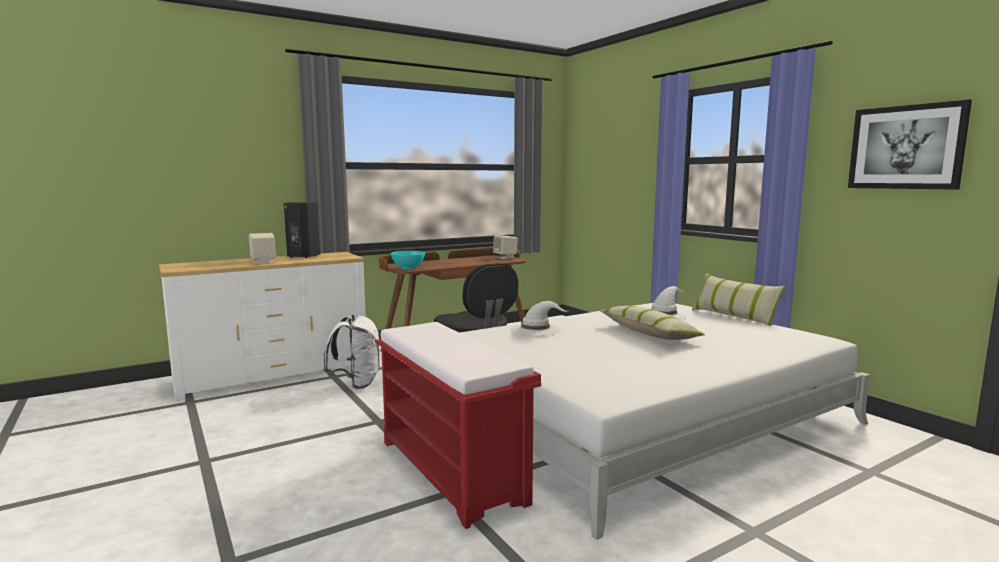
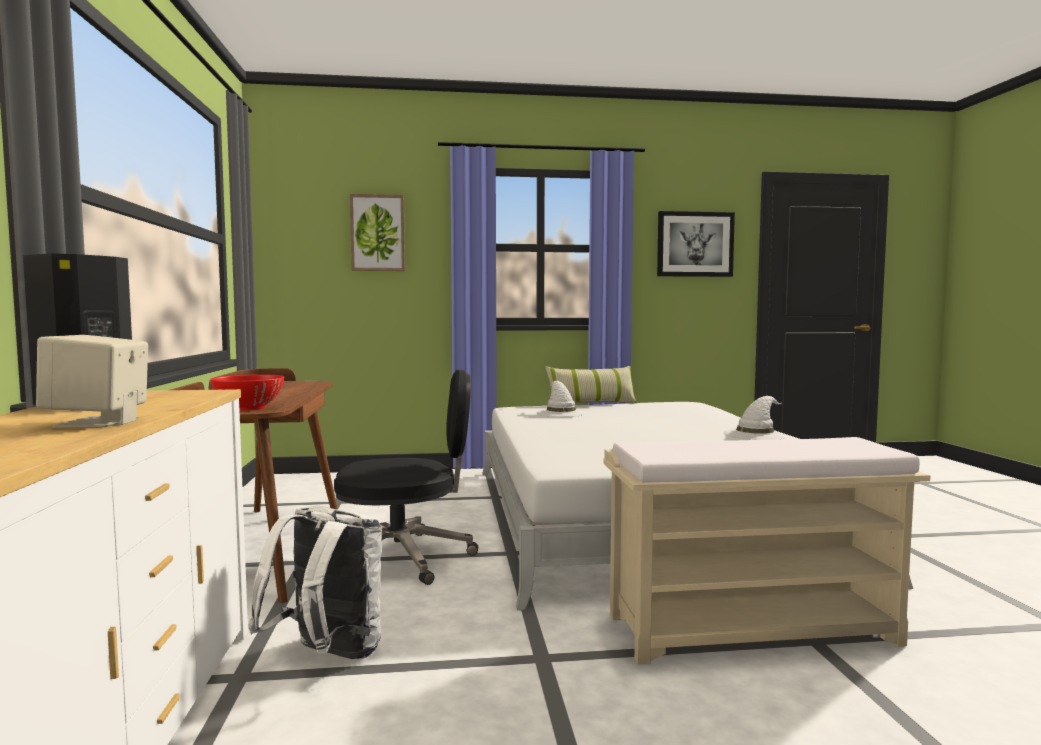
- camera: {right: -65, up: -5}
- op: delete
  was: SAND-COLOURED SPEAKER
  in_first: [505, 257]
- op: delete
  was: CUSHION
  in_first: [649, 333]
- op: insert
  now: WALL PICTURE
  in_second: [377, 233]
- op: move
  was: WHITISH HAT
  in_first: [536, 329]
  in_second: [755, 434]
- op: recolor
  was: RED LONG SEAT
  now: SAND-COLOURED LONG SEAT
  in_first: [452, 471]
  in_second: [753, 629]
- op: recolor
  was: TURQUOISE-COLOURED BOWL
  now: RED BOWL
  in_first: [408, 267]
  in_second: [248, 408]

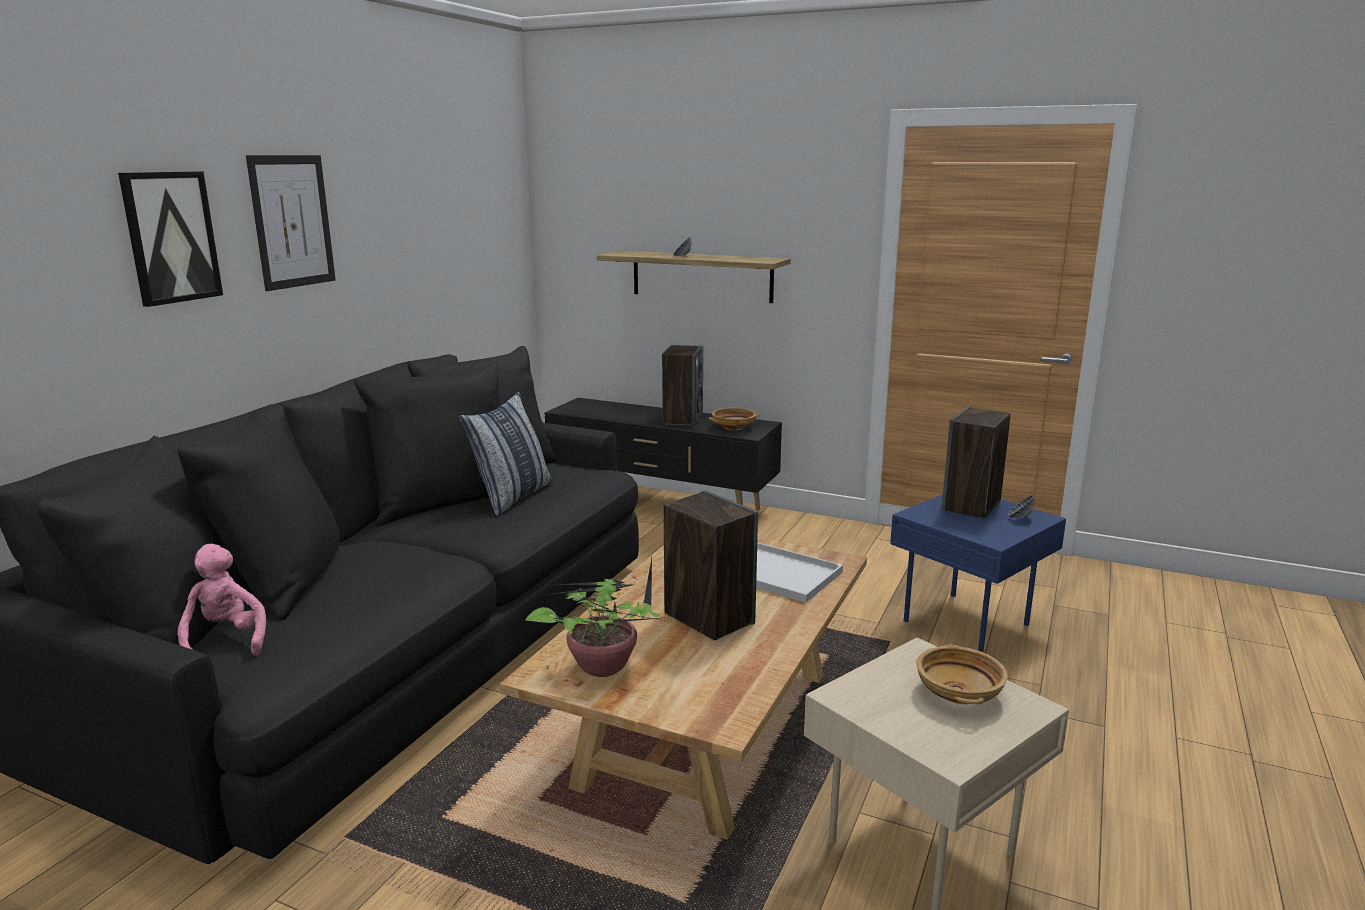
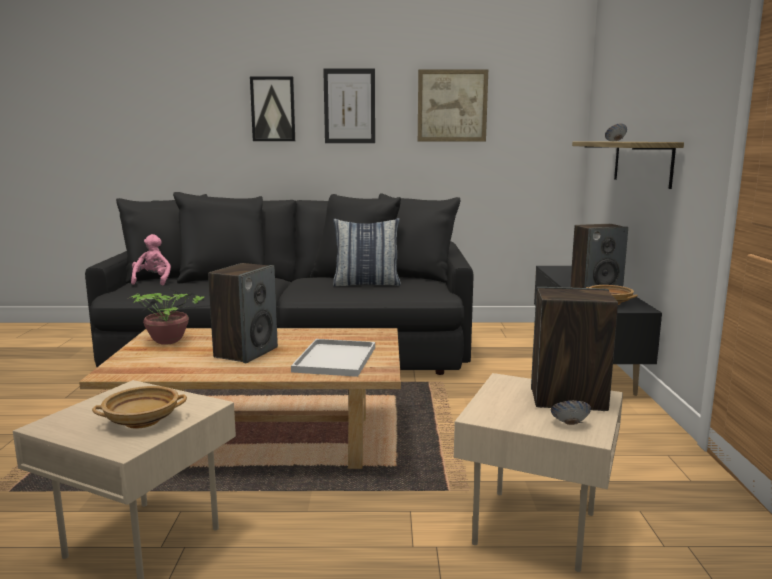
- camera: {right: 65, up: -5}
- op: insert
  now: WALL PICTURE
  in_second: [452, 106]
- op: recolor
  was: BLUE ACCENT TABLE
  now: SAND-COLOURED ACCENT TABLE
  in_first: [970, 623]
  in_second: [537, 531]
- op: rotate
  was: PINK SOFT TOY
  in_first: [222, 642]
  in_second: [152, 281]
  clockwise: -45

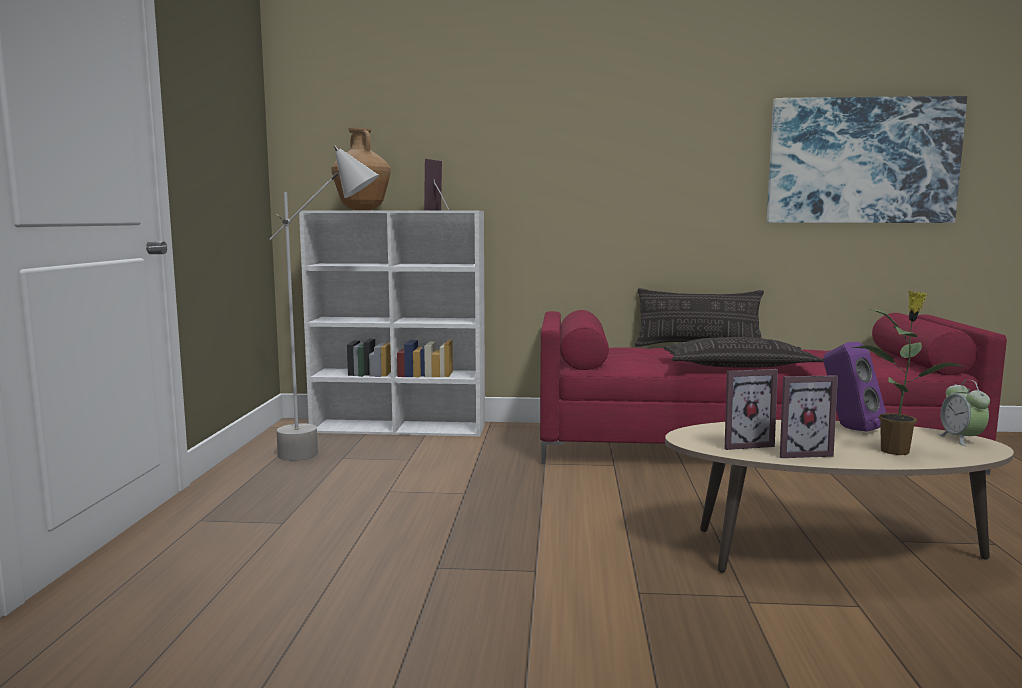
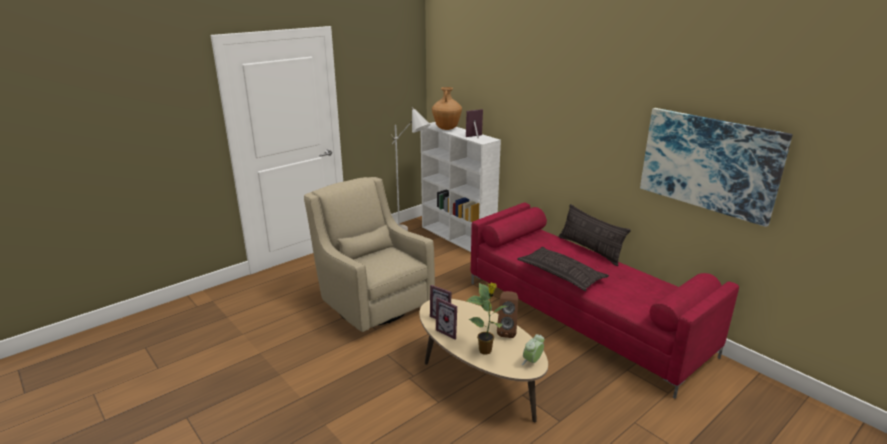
- camera: {right: 45, up: 15}
- op: insert
  now: SAND-COLOURED ARMCHAIR
  in_second: [372, 303]
- op: recolor
  was: PURPLE-COLOURED SPEAKER
  now: BROWN-COLOURED SPEAKER
  in_first: [848, 428]
  in_second: [507, 331]

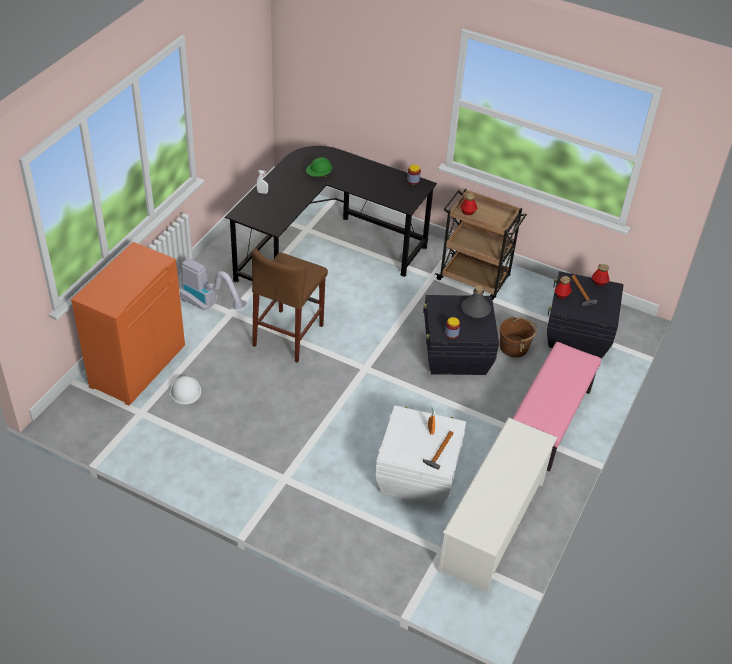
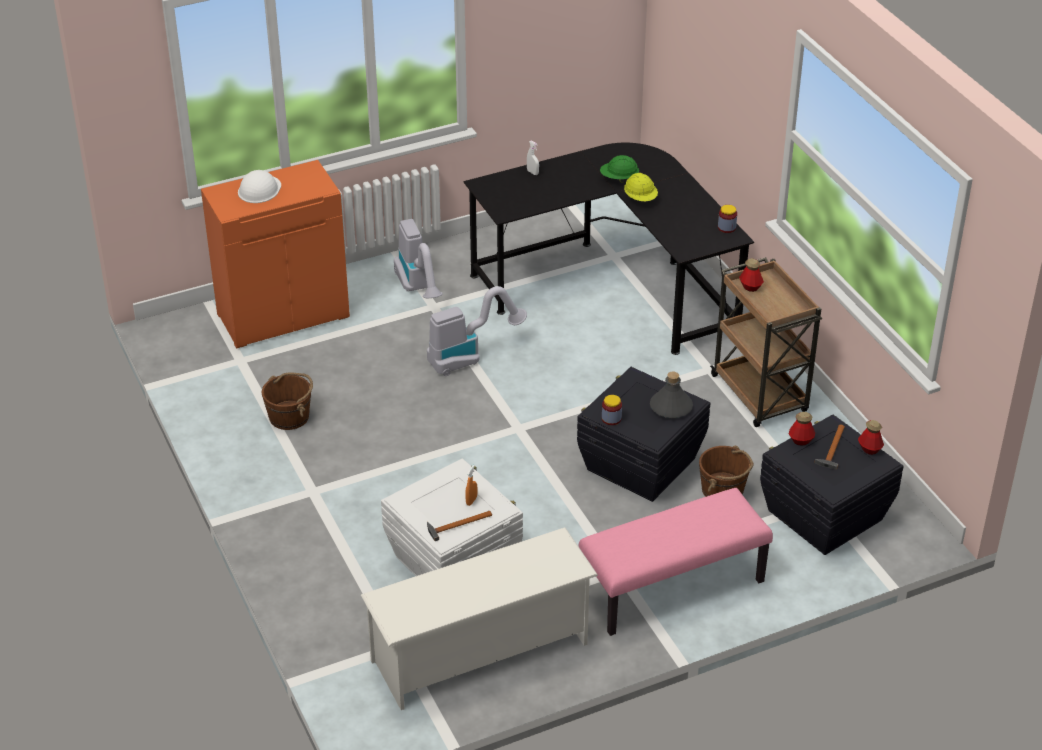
- camera: {right: 40, up: -5}
- op: insert
  now: BROWN-COLOURED WATER BUCKET
  in_second: [290, 416]
- op: insert
  now: YELLOWISH WORK HELMET
  in_second: [640, 199]
- op: move
  was: WHITISH WORK HELMET
  in_first: [185, 390]
  in_second: [259, 189]
- op: replace
  was: BROWN-COLOURED SITTING STOOL
  now: VACUUM CLEANER
  in_first: [288, 335]
  in_second: [470, 356]

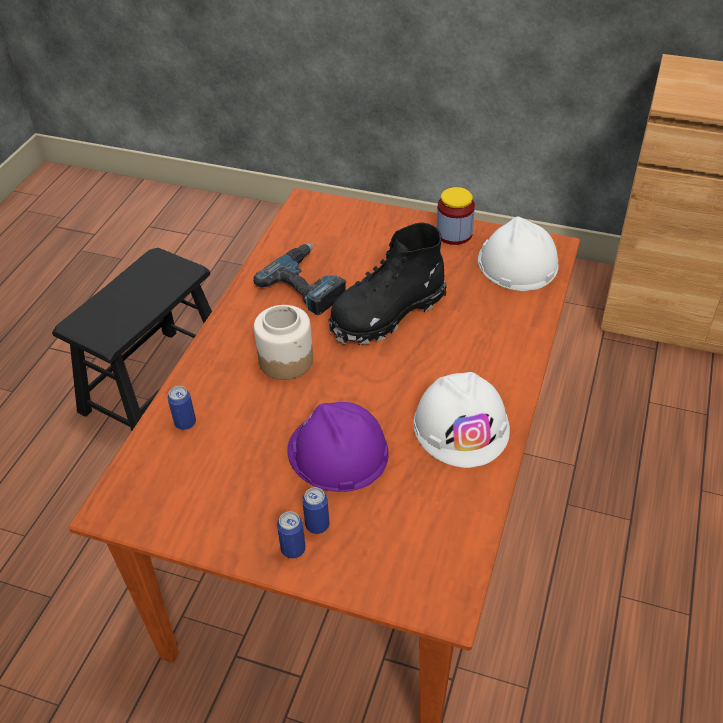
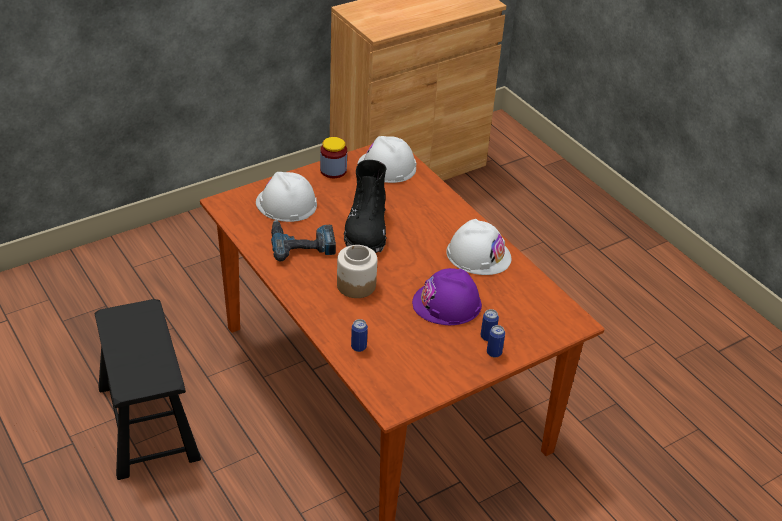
- camera: {right: -55, up: -5}
- op: insert
  now: WHITISH WORK HELMET
  in_second: [286, 203]

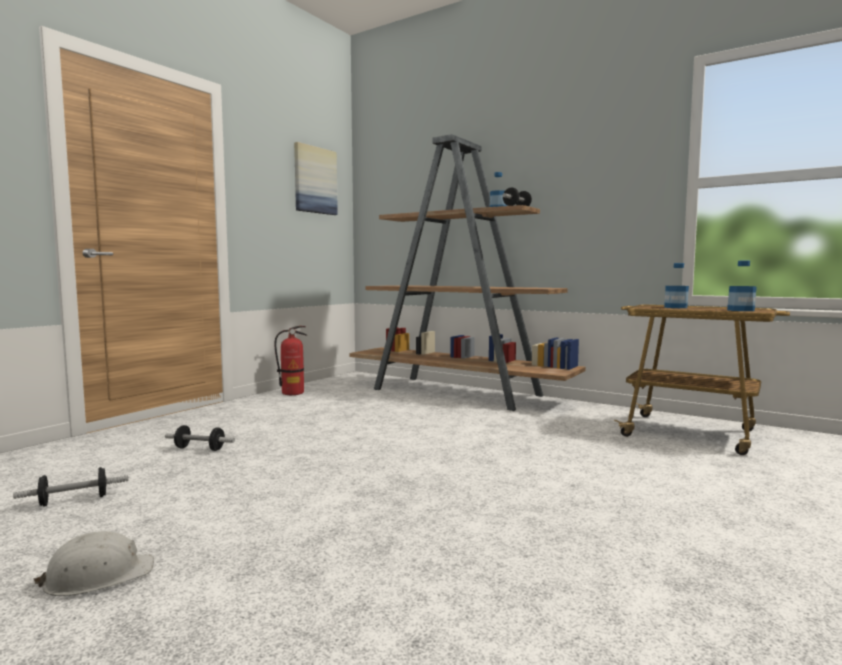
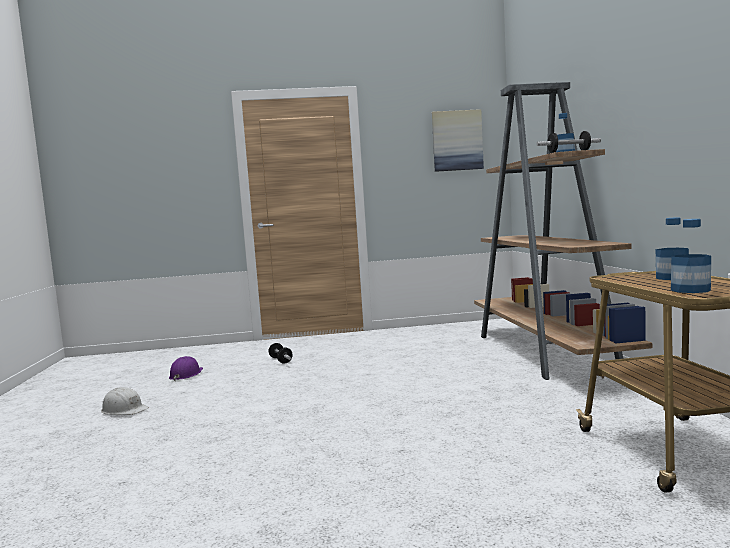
- camera: {right: 50, up: 0}
- op: delete
  was: EXTINGUISHER
  in_first: [293, 393]
- op: replace
  was: DUMBBELL
  now: PURPLE-COLOURED WORK HELMET
  in_first: [74, 500]
  in_second: [186, 374]

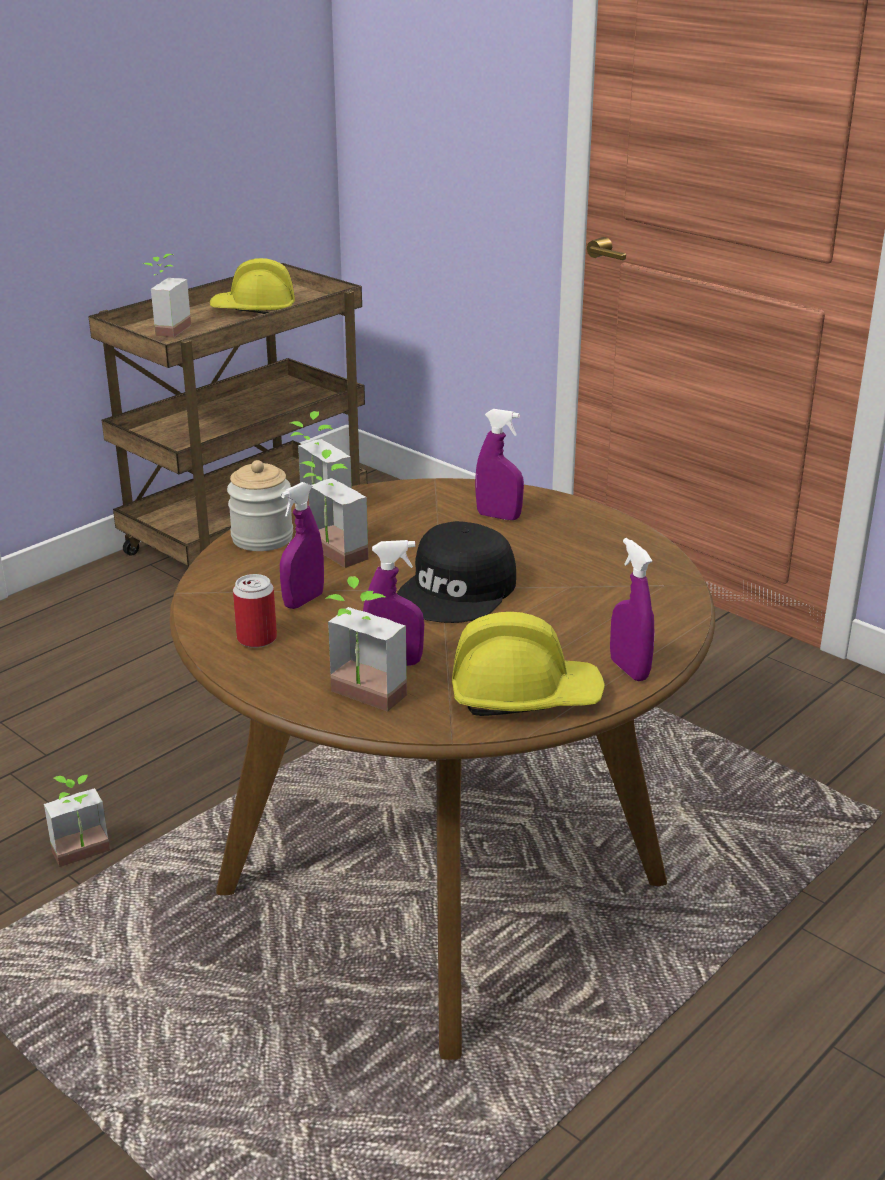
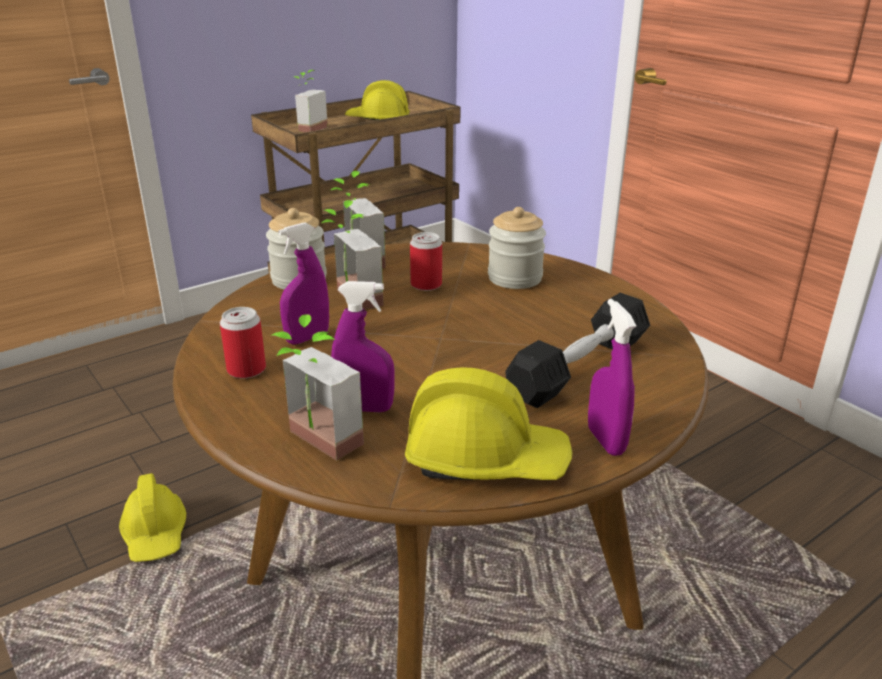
- camera: {right: 10, up: 0}
- op: delete
  was: BLACKISH CAP
  in_first: [459, 590]
- op: insert
  now: CAN
  in_second: [426, 285]
- op: insert
  now: BLACKISH DUMBBELL
  in_second: [578, 368]
- op: replace
  was: POTTED PLANT
  now: YELLOWISH WORK HELMET
  in_first: [84, 857]
  in_second: [155, 533]
- op: replace
  was: PURPLE-COLOURED SPRAY BOTTLE
  now: PRESERVE JAR
  in_first: [498, 516]
  in_second: [515, 278]

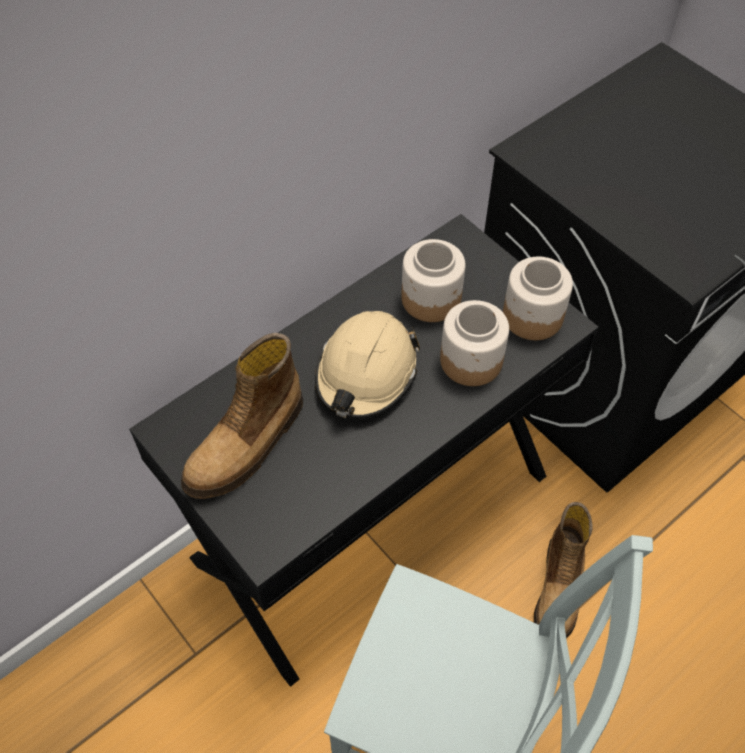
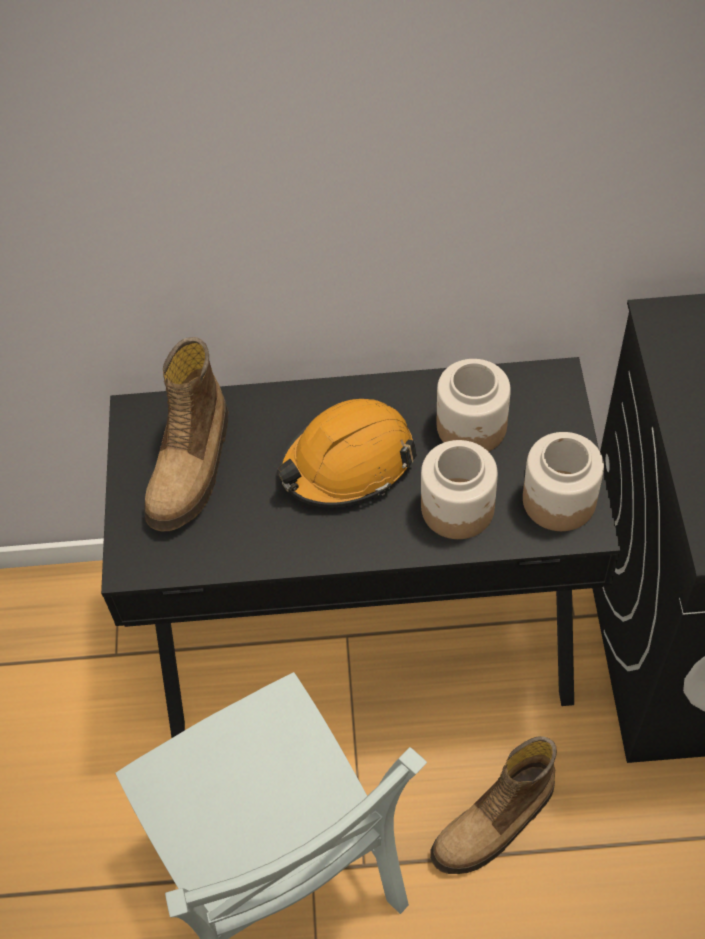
- camera: {right: 40, up: 0}
- op: recolor
  was: SAND-COLOURED WORK HELMET
  now: ORANGE WORK HELMET
  in_first: [366, 374]
  in_second: [347, 463]
- op: rotate
  was: BOOT
  in_first: [247, 445]
  in_second: [192, 467]
  clockwise: -60

